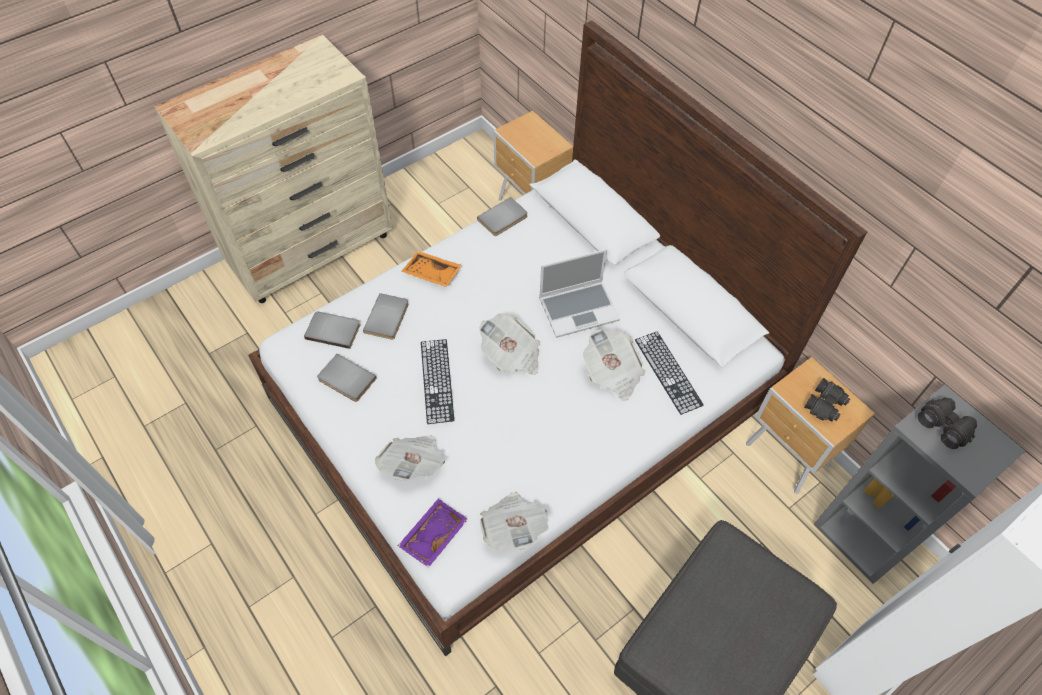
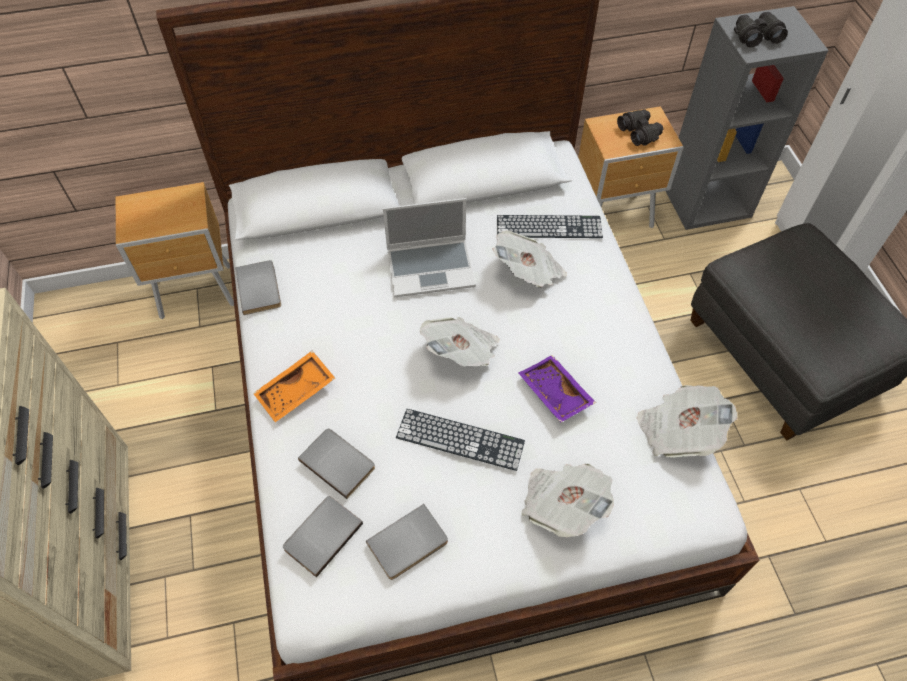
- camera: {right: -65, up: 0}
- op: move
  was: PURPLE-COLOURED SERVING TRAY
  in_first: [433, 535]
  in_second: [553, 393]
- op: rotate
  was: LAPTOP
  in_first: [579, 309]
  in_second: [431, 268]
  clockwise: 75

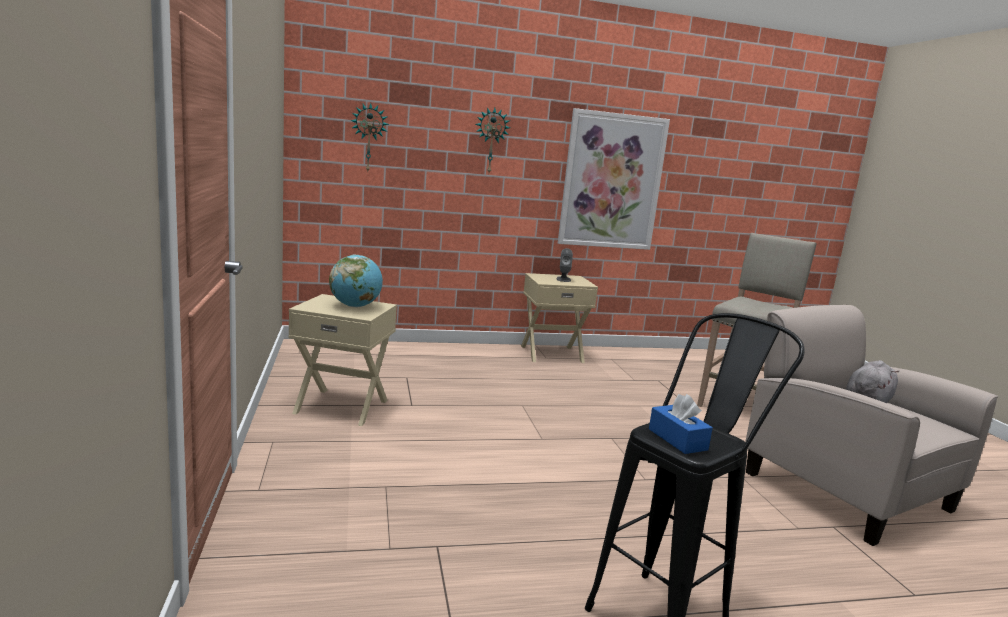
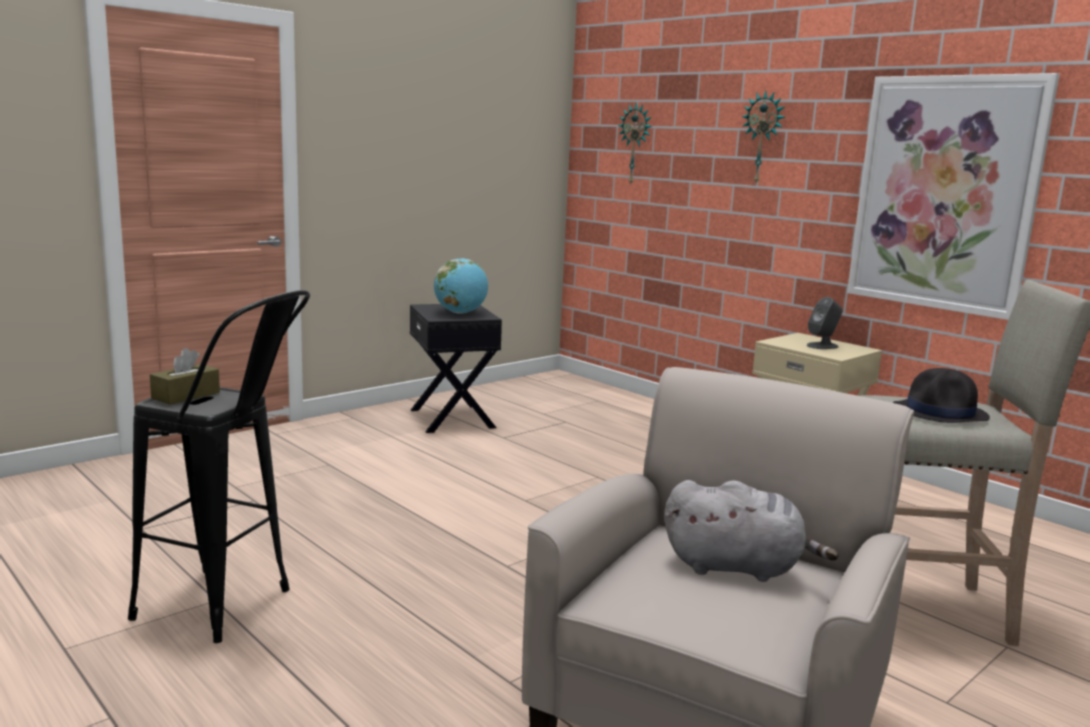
- camera: {right: 60, up: 0}
- op: insert
  now: BLACKISH HAT
  in_second: [940, 413]
- op: recolor
  was: SAND-COLOURED ACCENT TABLE
  now: BLACKISH ACCENT TABLE
  in_first: [342, 406]
  in_second: [453, 418]
- op: recolor
  was: BLUE BOX OF TISSUES
  now: BROWN-COLOURED BOX OF TISSUES
  in_first: [677, 439]
  in_second: [186, 395]

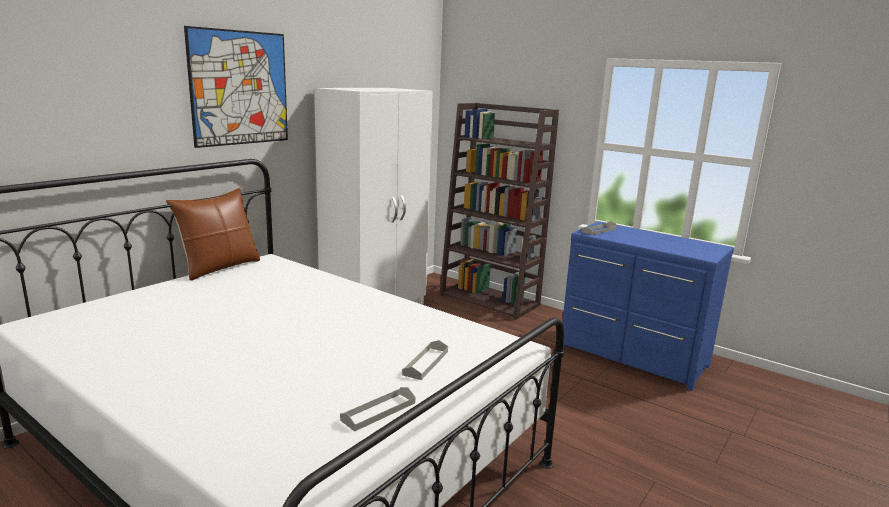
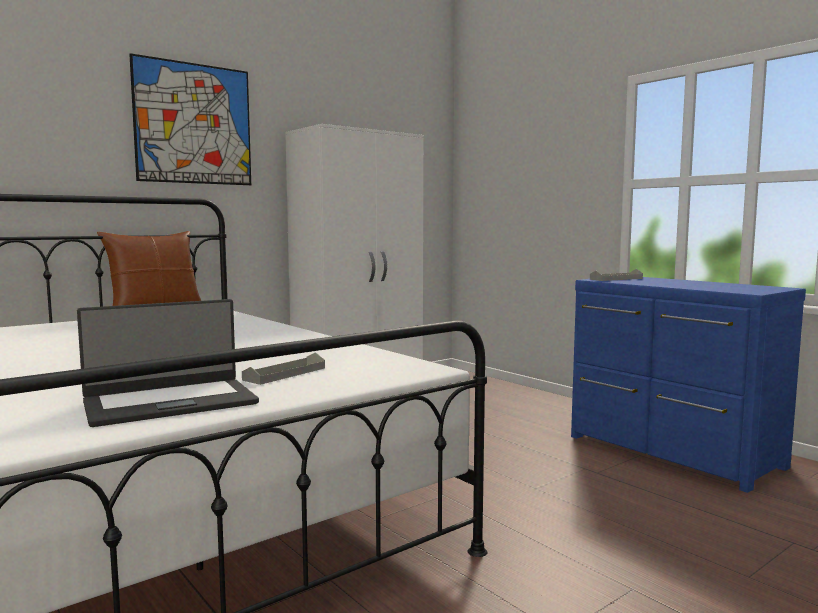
- camera: {right: 15, up: -10}
- op: delete
  was: BROWN-COLOURED SHELVING UNIT
  in_first: [490, 300]
- op: replace
  was: GREY SERVING TRAY
  now: LAPTOP
  in_first: [378, 411]
  in_second: [170, 402]

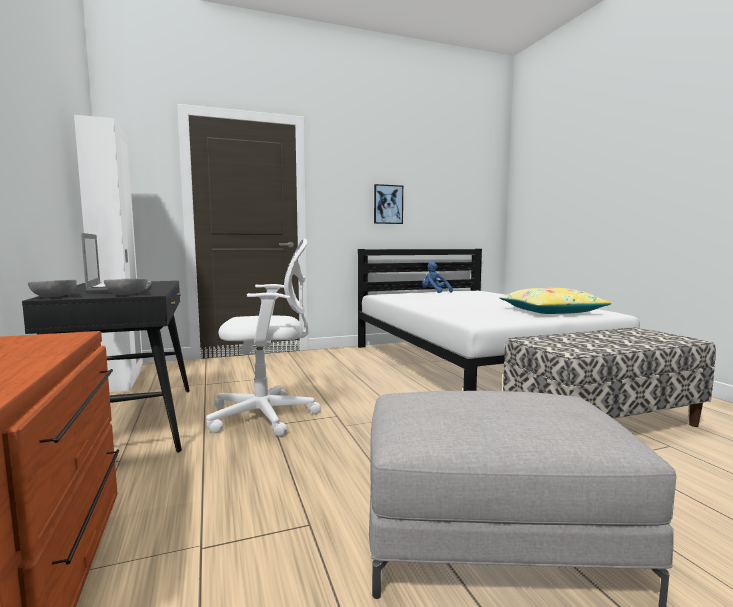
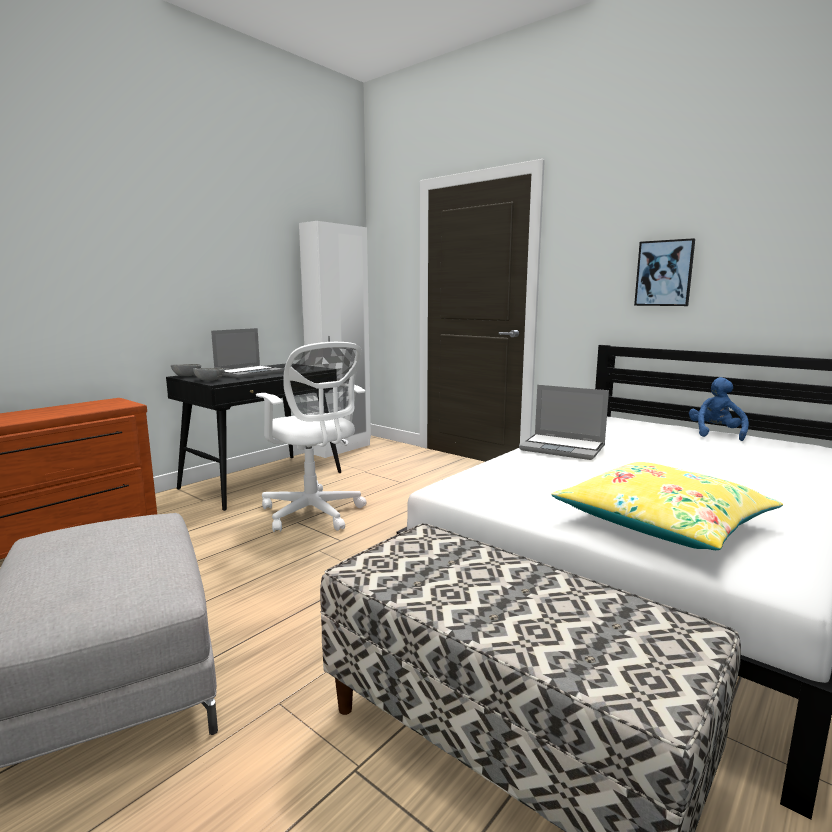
- camera: {right: 60, up: 5}
- op: insert
  now: LAPTOP
  in_second: [563, 448]

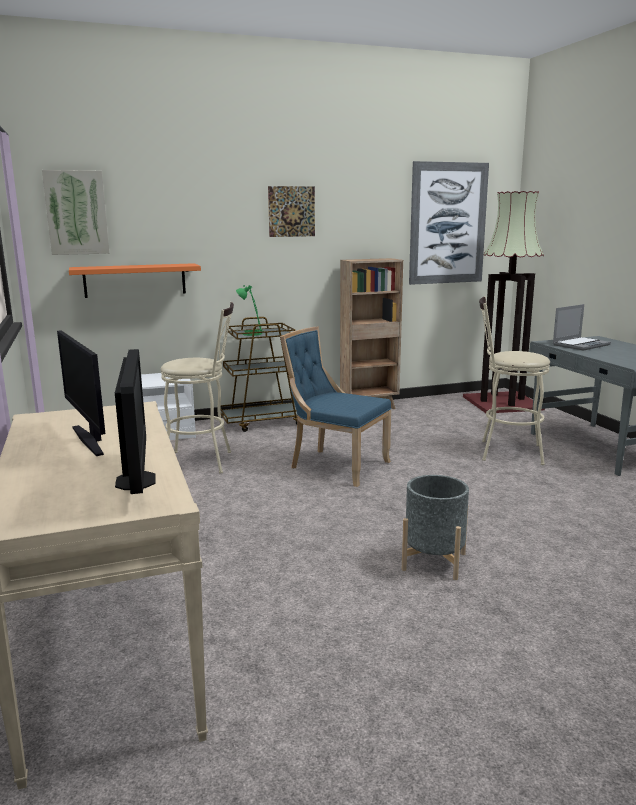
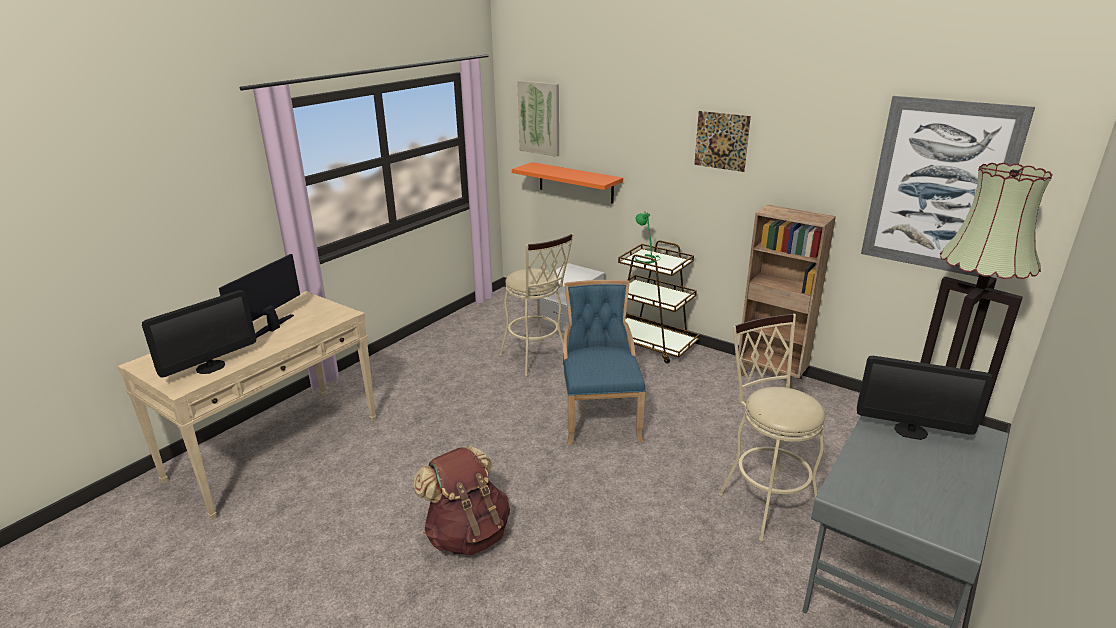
- camera: {right: 55, up: 10}
- op: replace
  was: GREY PLANTER
  now: BROWN-COLOURED RUCKSACK
  in_first: [434, 561]
  in_second: [467, 534]
- op: replace
  was: LAPTOP
  now: COMPUTER DISPLAY
  in_first: [580, 345]
  in_second: [910, 431]

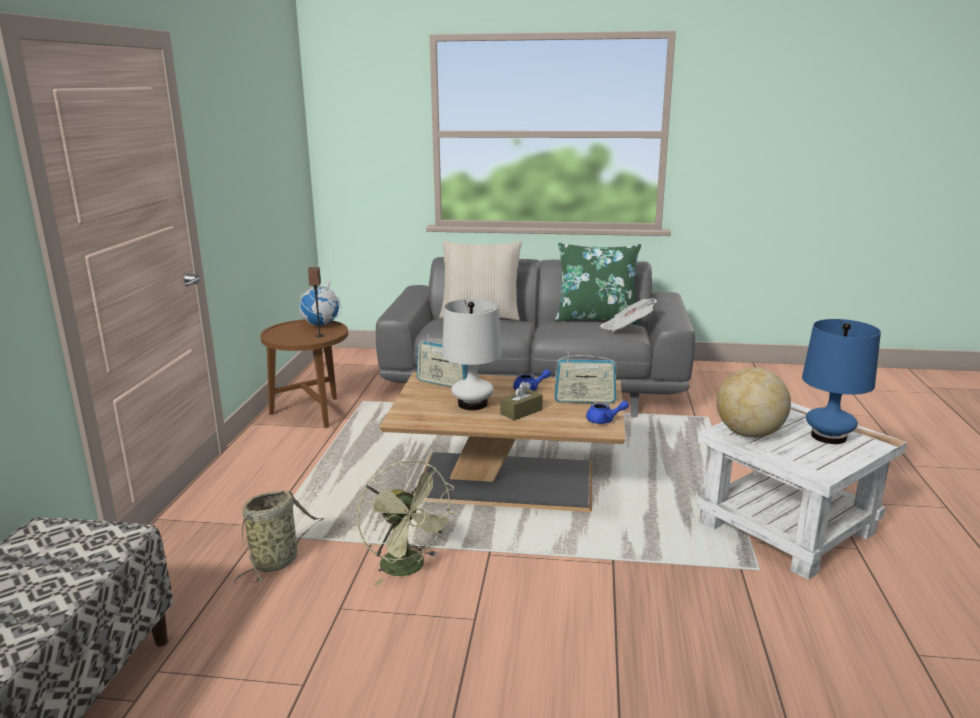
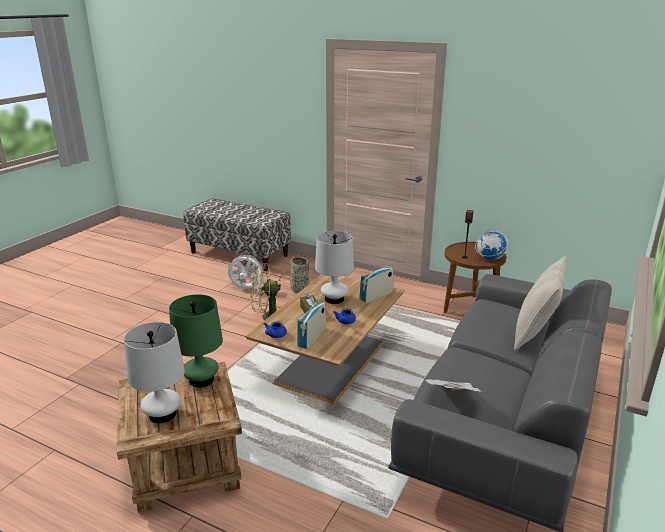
- camera: {right: 110, up: 5}
- op: delete
  was: GREEN-COLOURED CUSHION
  in_first: [596, 319]
- op: insert
  now: WHITISH COOLING FAN
  in_second: [246, 288]
- op: replace
  was: DESK GLOBE
  now: GREEN-COLOURED TABLE LAMP
  in_first: [748, 434]
  in_second: [201, 379]
- op: recolor
  was: WHITISH ACCENT TABLE
  now: BROWN-COLOURED ACCENT TABLE
  in_first: [789, 528]
  in_second: [184, 466]
- op: recolor
  was: BLUE TABLE LAMP
  now: WHITISH TABLE LAMP
  in_first: [828, 436]
  in_second: [162, 414]

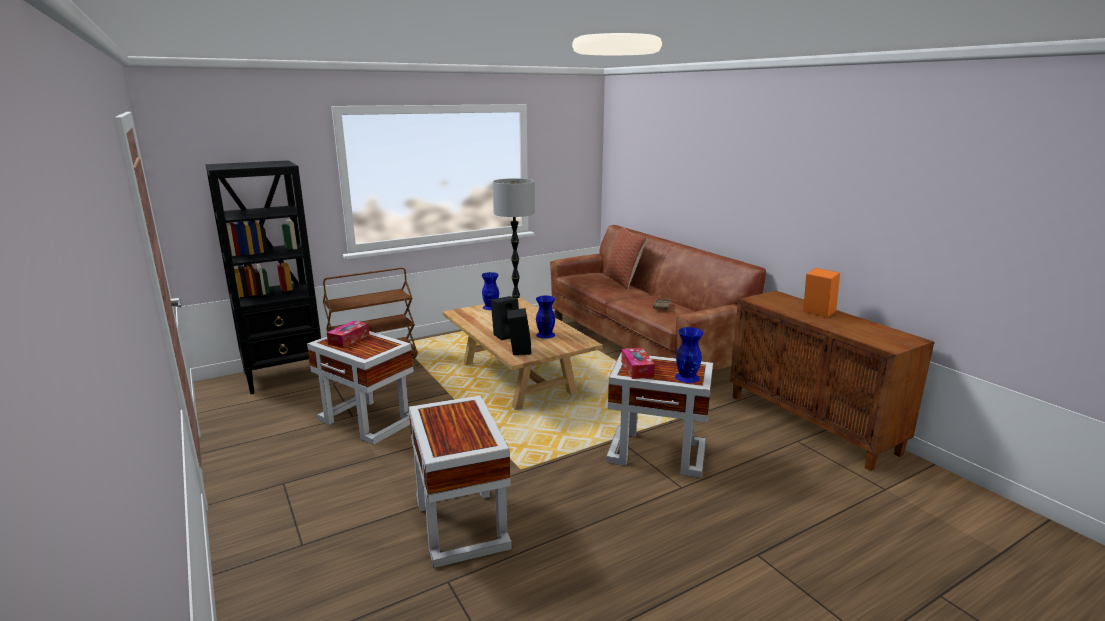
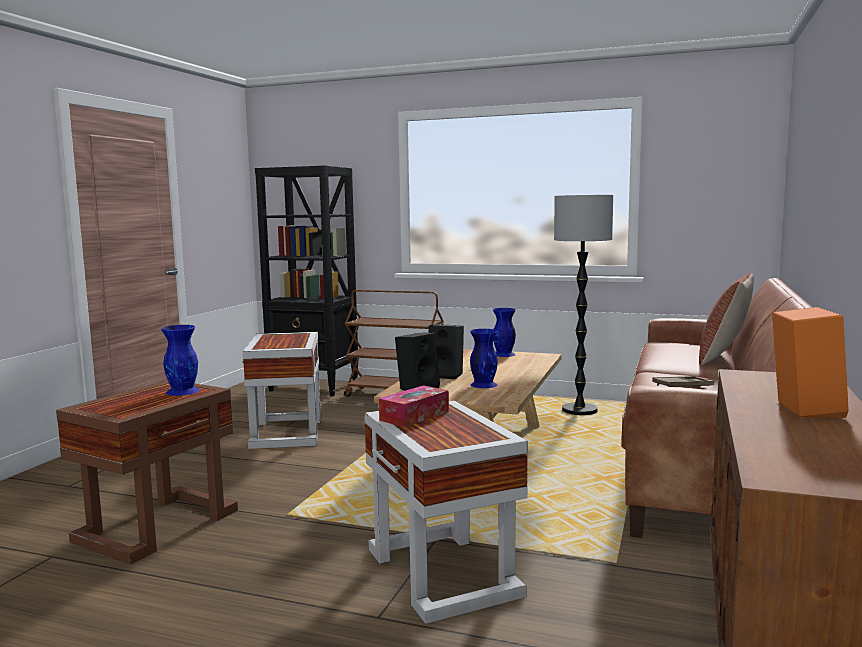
- camera: {right: 50, up: -10}
- op: delete
  was: BOX OF TISSUES
  in_first: [349, 339]
- op: move
  was: BLUE FLOWER VASE
  in_first: [687, 377]
  in_second: [183, 391]
- op: recolor
  was: WHITISH ACCENT TABLE
  now: BROWN-COLOURED ACCENT TABLE
  in_first: [461, 521]
  in_second: [159, 525]

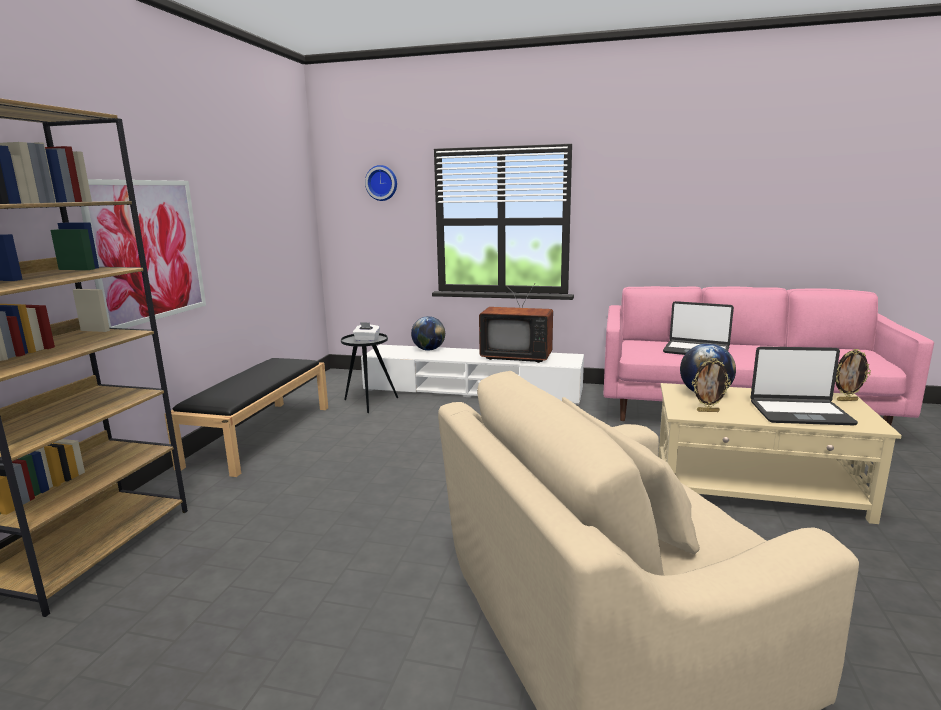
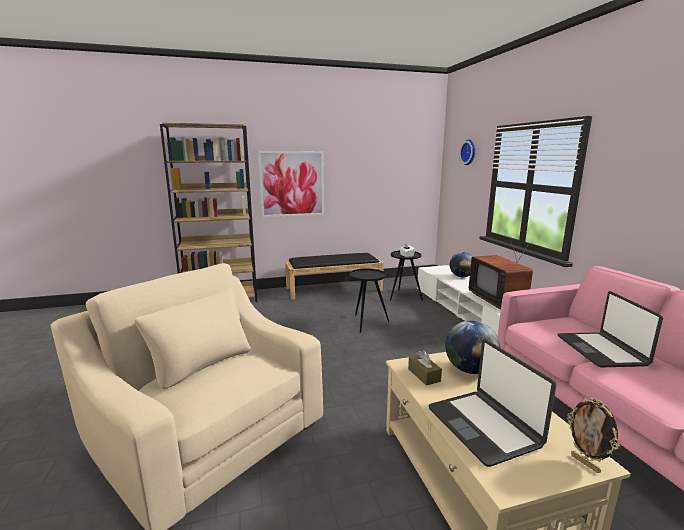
- camera: {right: 60, up: 0}
- op: insert
  now: BLACKISH ACCENT TABLE
  in_second: [366, 323]
- op: replace
  was: PHOTO FRAME
  now: BROWN-COLOURED BOX OF TISSUES
  in_first: [707, 411]
  in_second: [424, 375]

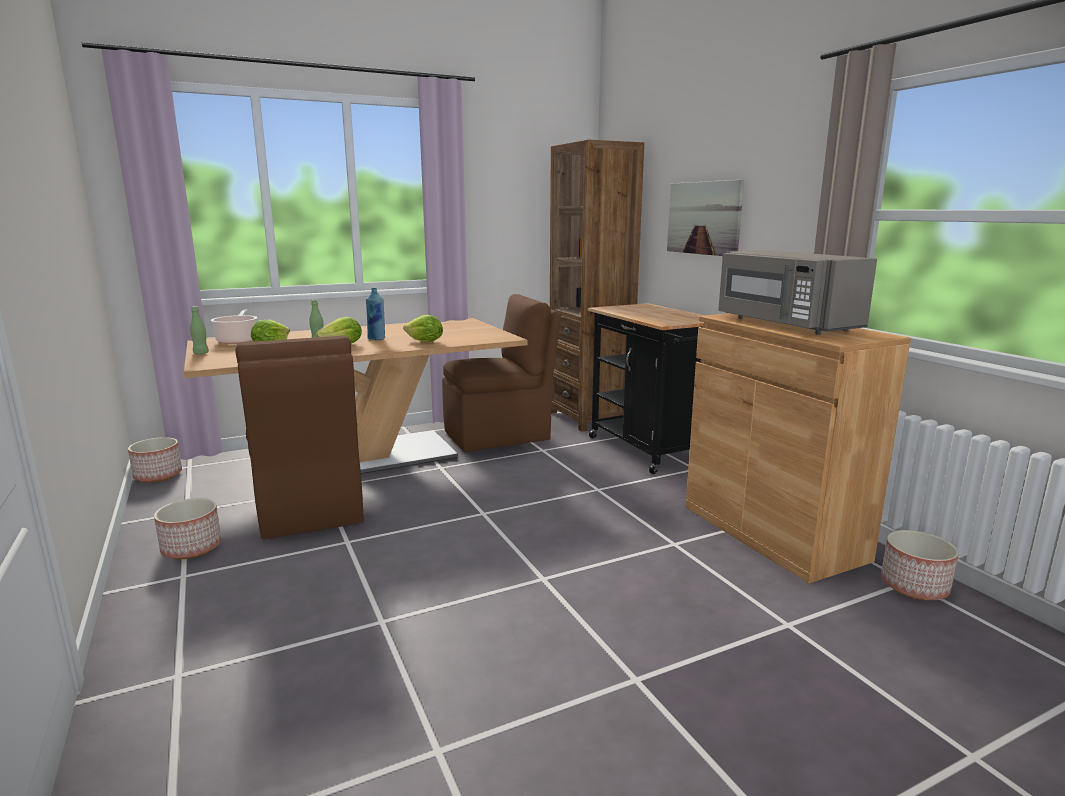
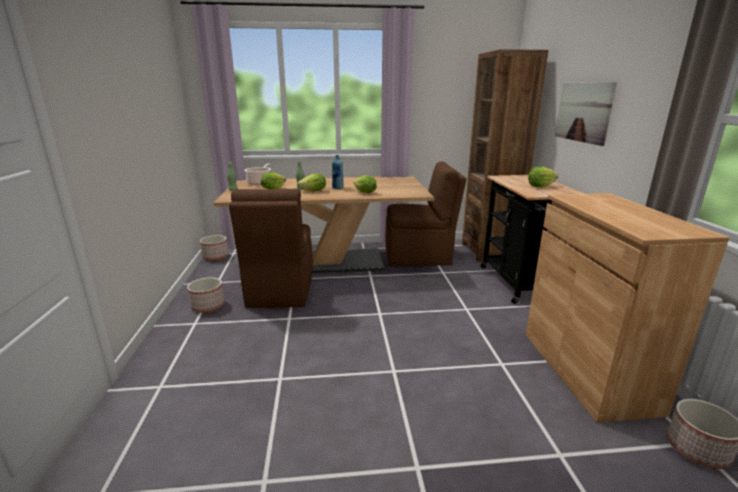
- camera: {right: 20, up: 5}
- op: delete
  was: GREY KITCHEN MICROWAVE
  in_first: [784, 324]
- op: insert
  now: LETTUCE
  in_second: [540, 186]

